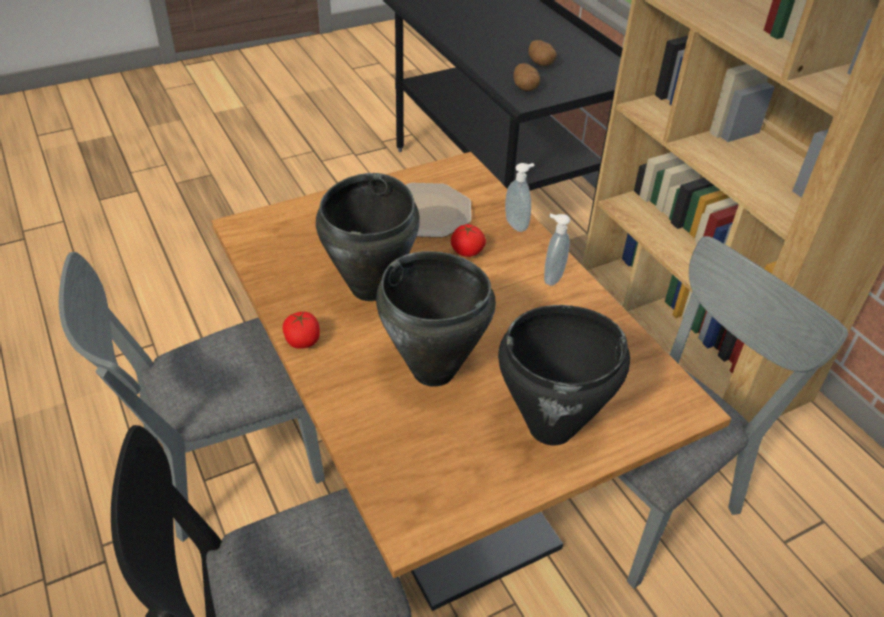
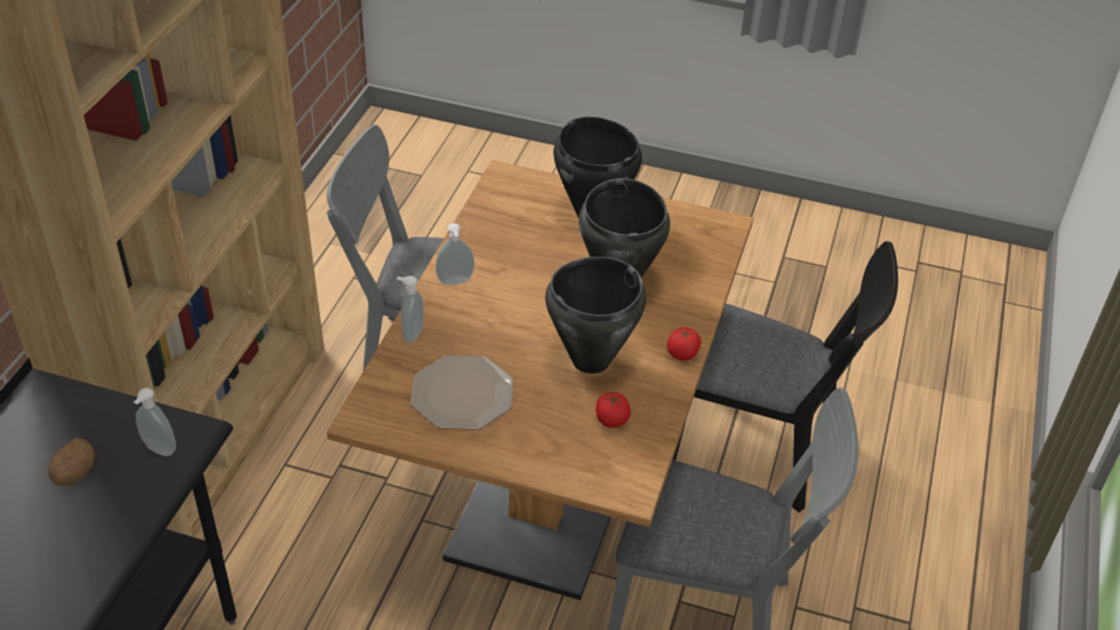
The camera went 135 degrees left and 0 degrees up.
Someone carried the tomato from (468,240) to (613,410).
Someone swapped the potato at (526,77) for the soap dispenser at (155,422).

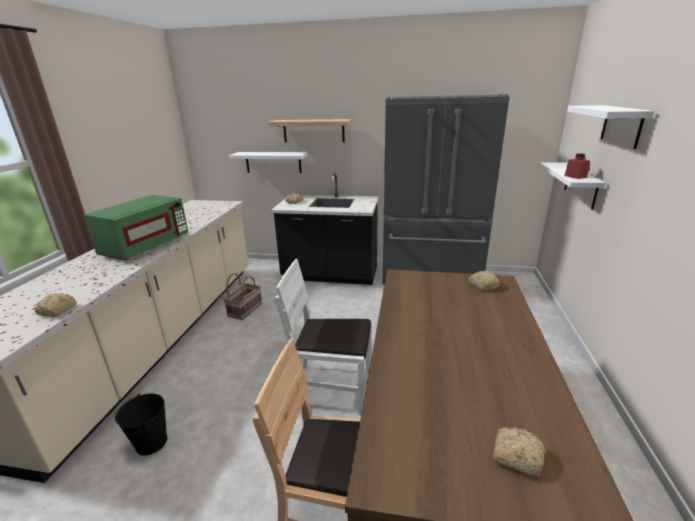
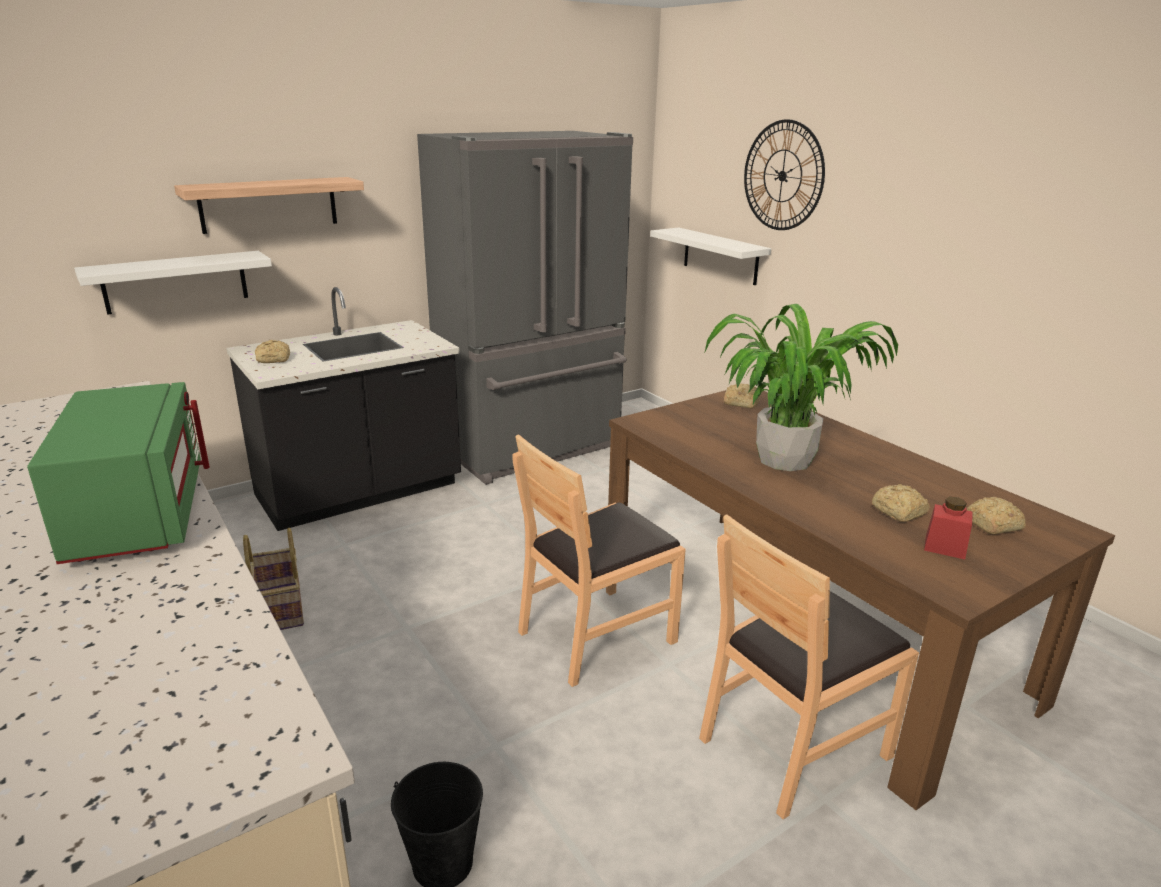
The camera went 45 degrees left and 0 degrees up.
Someone carried the bread from (56,305) to (901,503).
Someone repainted the white chair at (323,337), which became the brown chair at (599,561).
Someone carried the red jar from (577,166) to (948,528).
Someone swapped the white shelf at (610,127) for the wall clock at (784,174).
Someone put down the potted plant at (801,387).

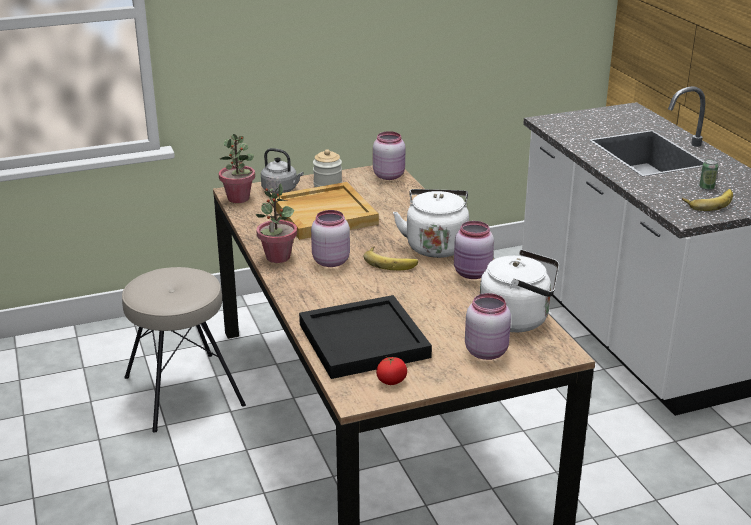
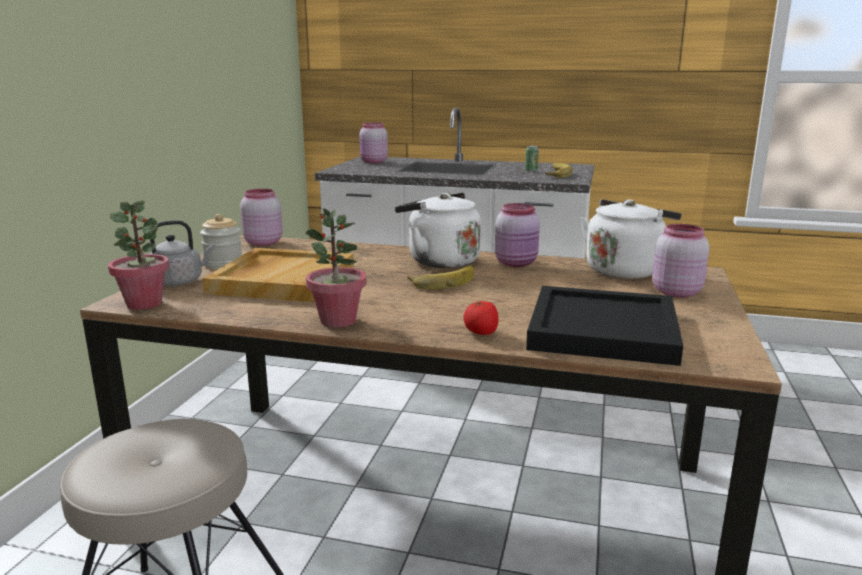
The camera went 55 degrees left and 10 degrees down.
Someone carried the pink jar from (330,238) to (373,143).
Someone carried the tomato from (391,370) to (481,318).

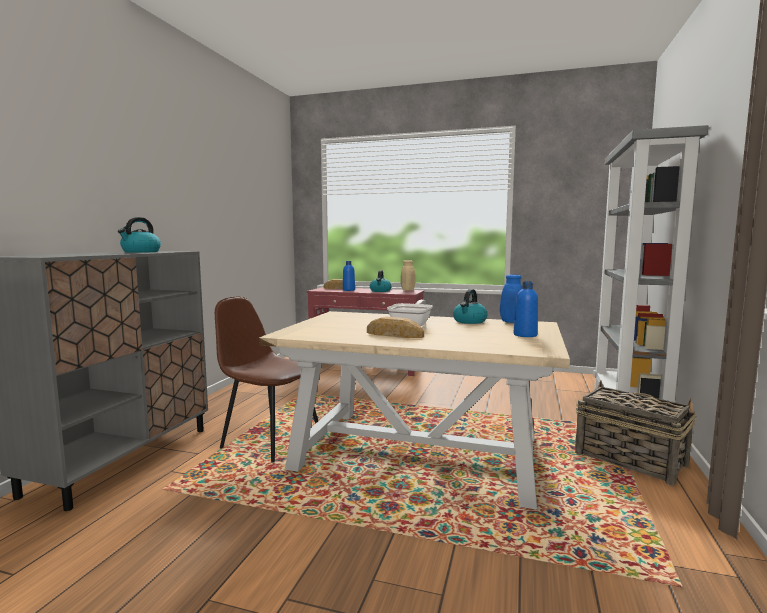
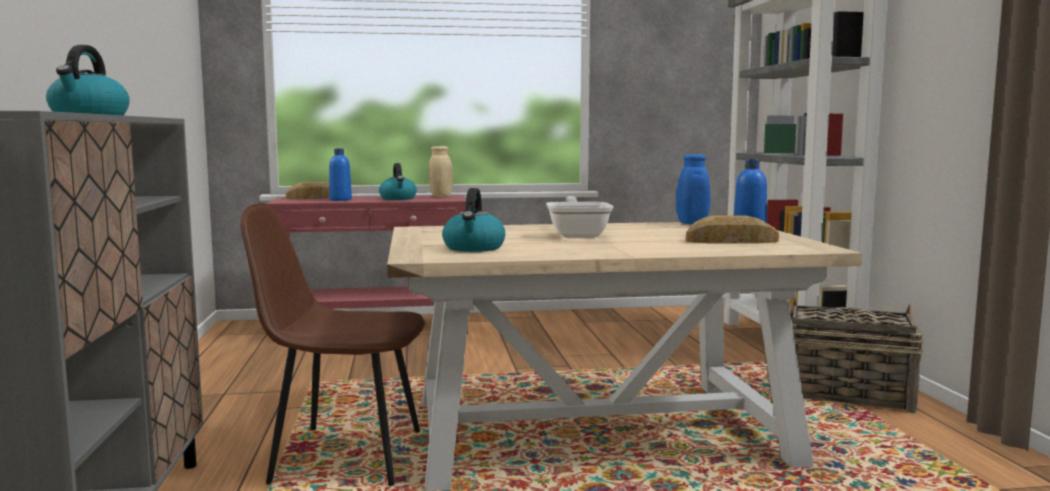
The camera went 25 degrees left and 0 degrees up.
Someone carried the bread from (395,327) to (732,229).
Someone carried the kettle from (470,306) to (473,220).

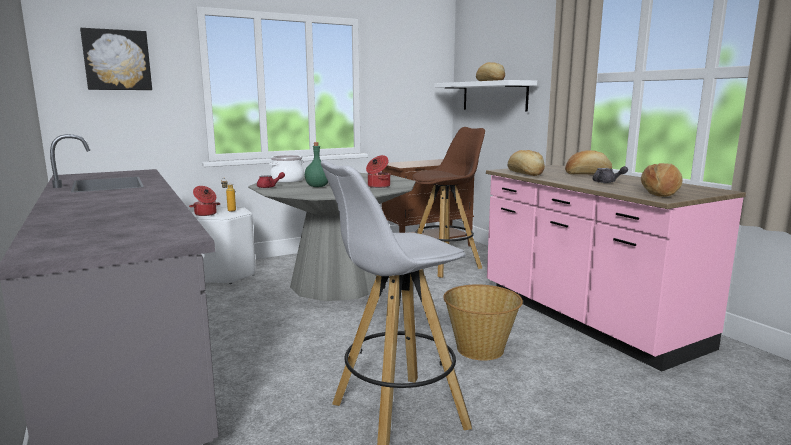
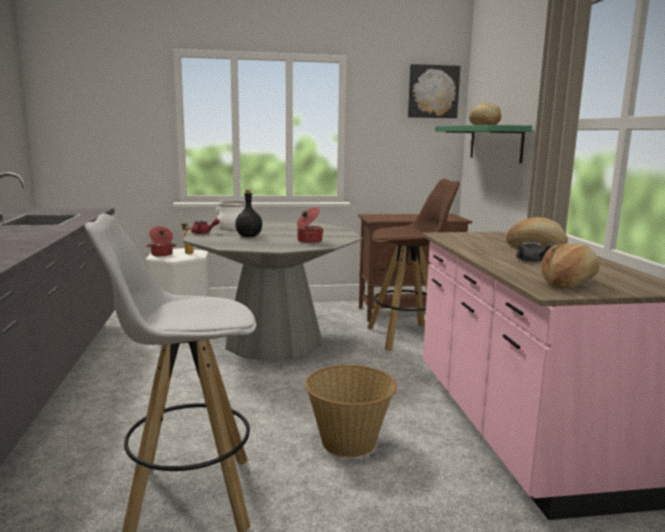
The camera went 20 degrees right and 0 degrees up.
Someone carried the picture from (116,59) to (434,91).
Someone repainted the green bottle at (316,164), which became the black bottle at (248,213).
Someone repainted the white shelf at (485,96), which became the green shelf at (483,144).
Someone took away the bread at (526,163).

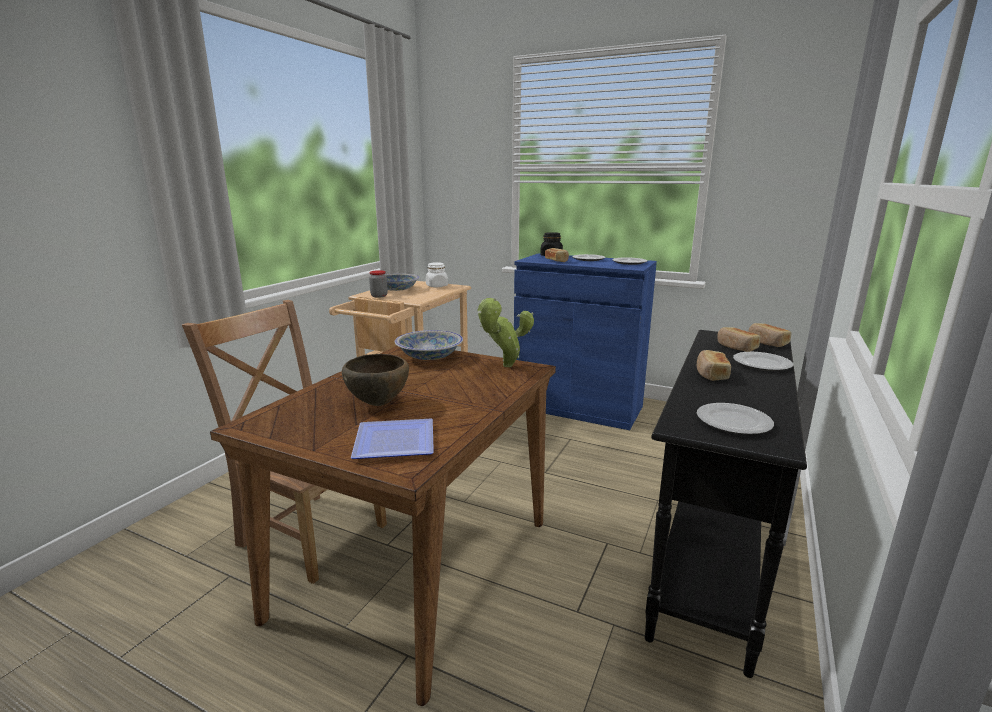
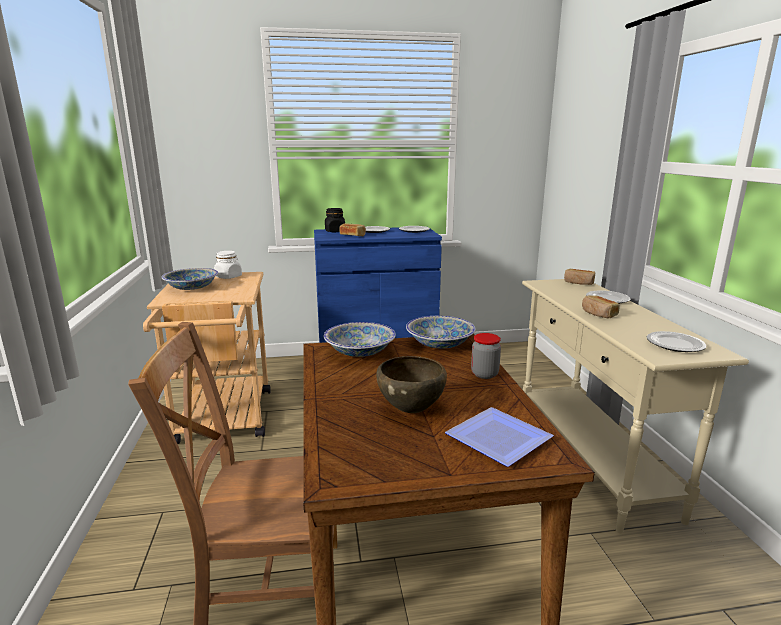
The camera went 35 degrees left and 0 degrees up.
Someone carried the jar from (378,284) to (486,356).
Someone swapped the potted plant at (505,332) for the bowl at (441,332).
Someone repainted the black console table at (726,504), which became the beige console table at (635,406).
Someone took away the bread at (738,339).

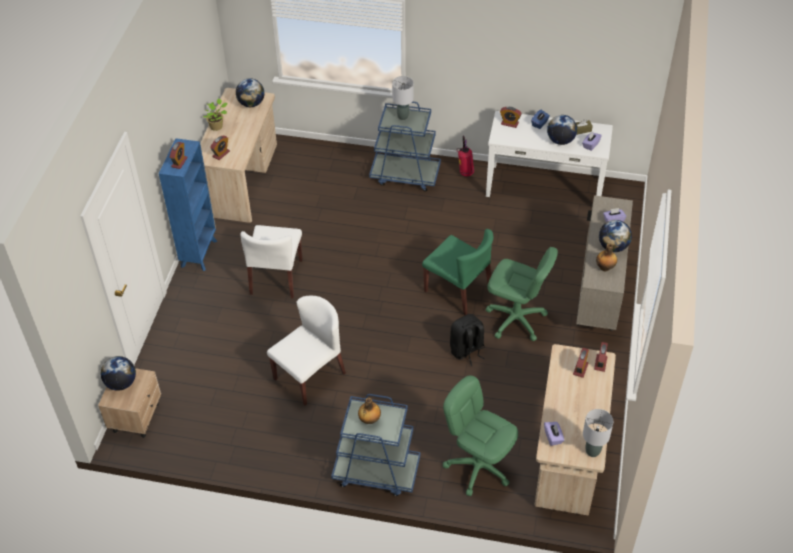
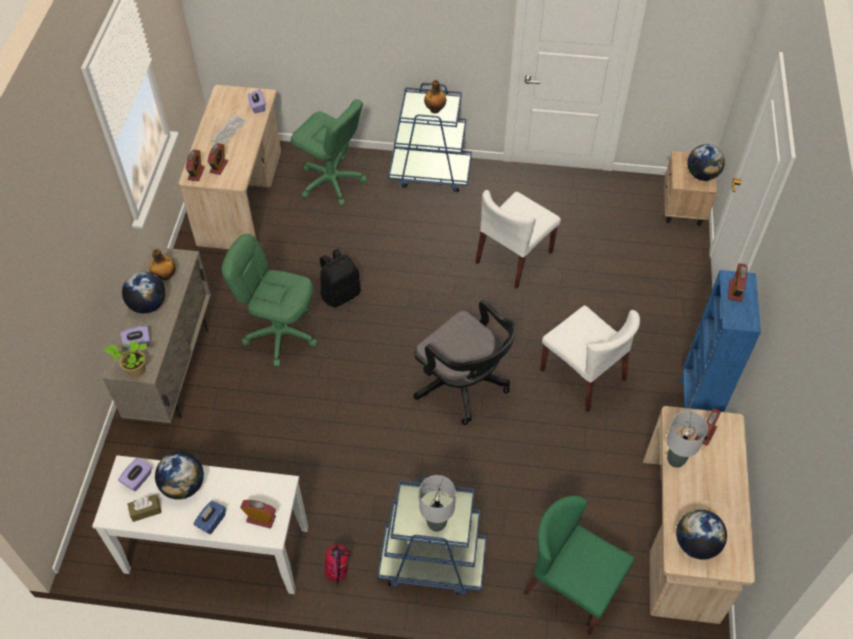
The camera went 175 degrees right and 5 degrees up.
Someone carried the potted plant from (215,114) to (125,359).
Someone rotated the white chair at (271,261) by 135 degrees clockwise.
Someone carried the green chair from (457,272) to (579,565).
Someone carried the grey table lamp from (598,433) to (687,439).
Someone put down the keyboard at (228,129).
Someone put down the black office chair at (464,362).

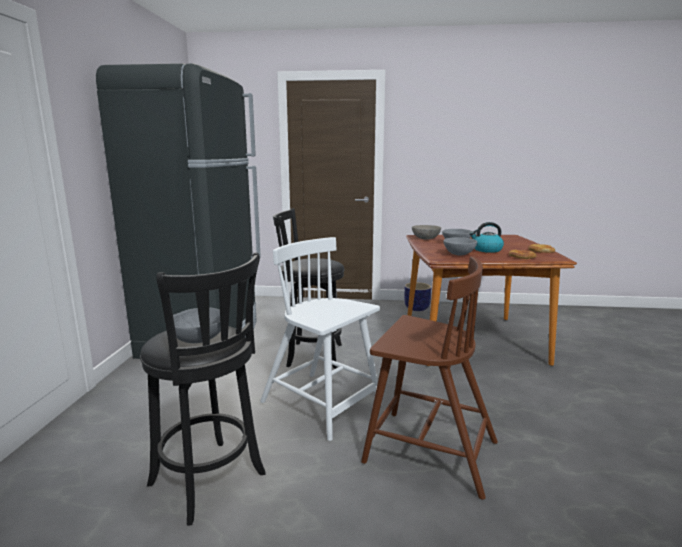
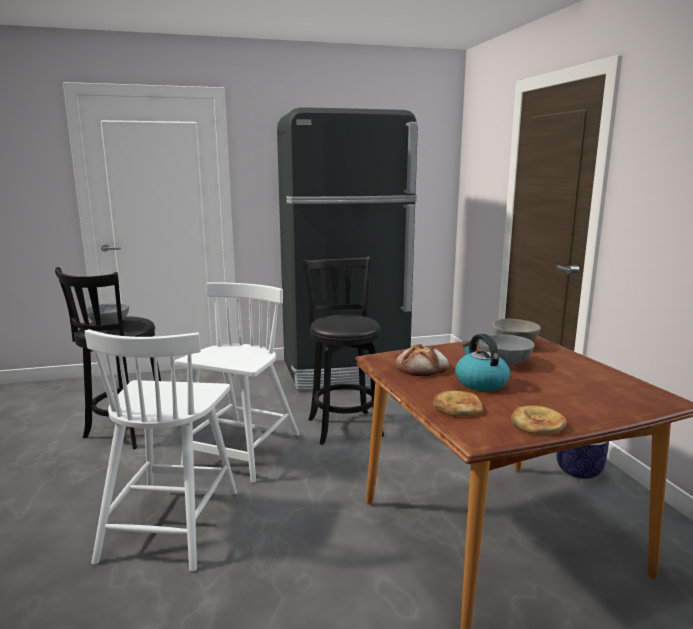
The camera went 70 degrees right and 0 degrees up.
Someone repainted the brown chair at (429,378), which became the white chair at (161,450).
Someone swapped the grey bowl at (460,246) for the bread at (422,360).

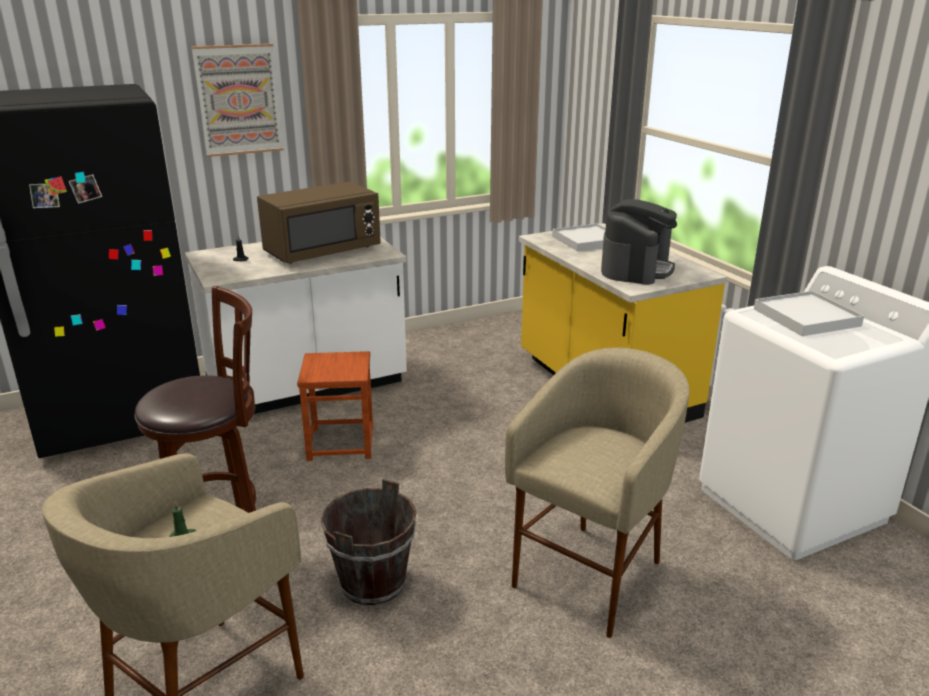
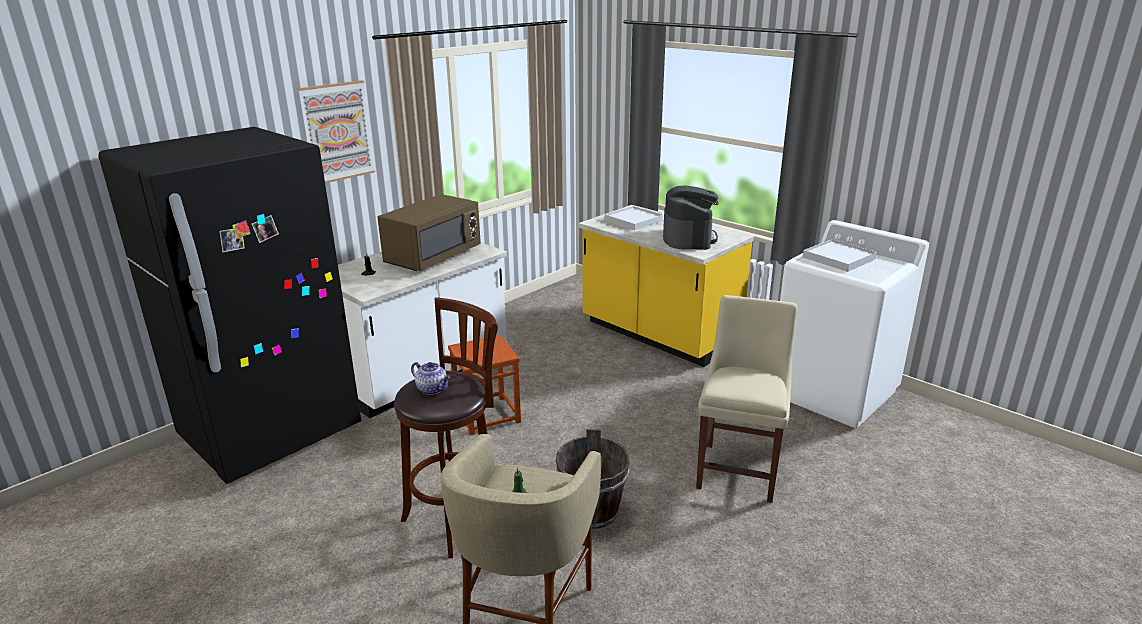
The camera went 20 degrees left and 0 degrees up.
Someone swapped the beige stool at (597,493) for the beige chair at (746,399).
Someone put down the teapot at (430,378).

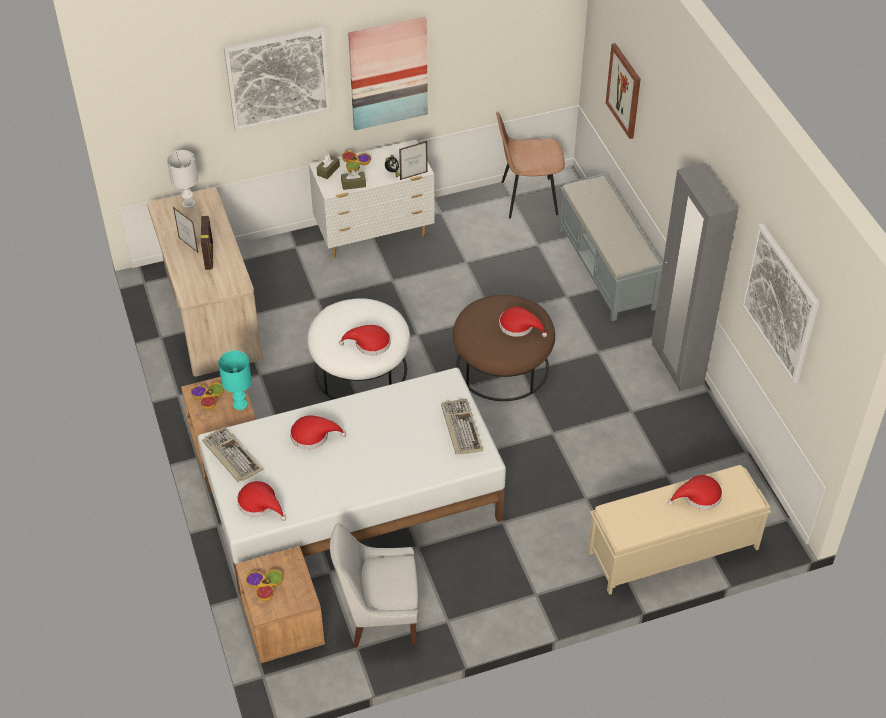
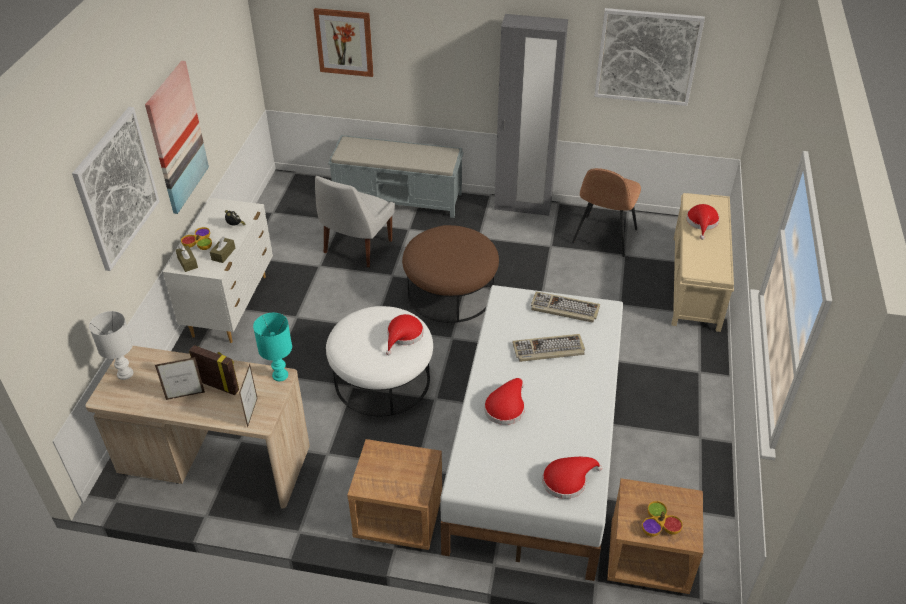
The camera went 60 degrees left and 5 degrees down.
Someone took away the bowl at (207,396).
Someone carried the keyboard from (232,454) to (548,348).
Someone carried the turquoise table lamp from (235,380) to (272,347).
Someone carried the white chair from (374,585) to (355,221).
Someone carried the picture frame from (413,160) to (248,396).
Someone carried the brown chair from (530,165) to (606,212).
Someone took away the red hat at (523,322).

